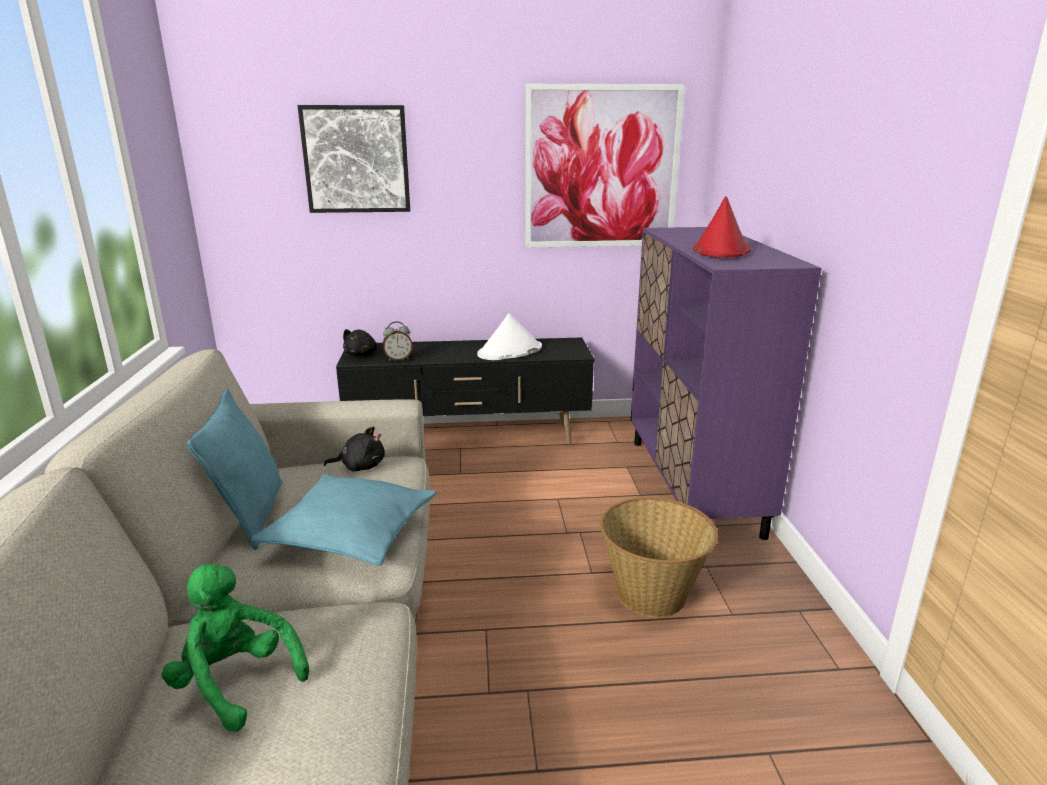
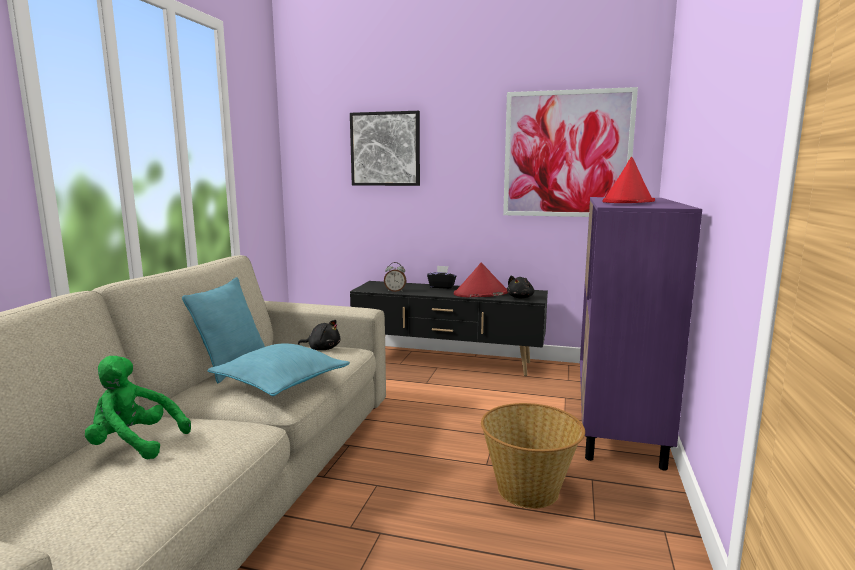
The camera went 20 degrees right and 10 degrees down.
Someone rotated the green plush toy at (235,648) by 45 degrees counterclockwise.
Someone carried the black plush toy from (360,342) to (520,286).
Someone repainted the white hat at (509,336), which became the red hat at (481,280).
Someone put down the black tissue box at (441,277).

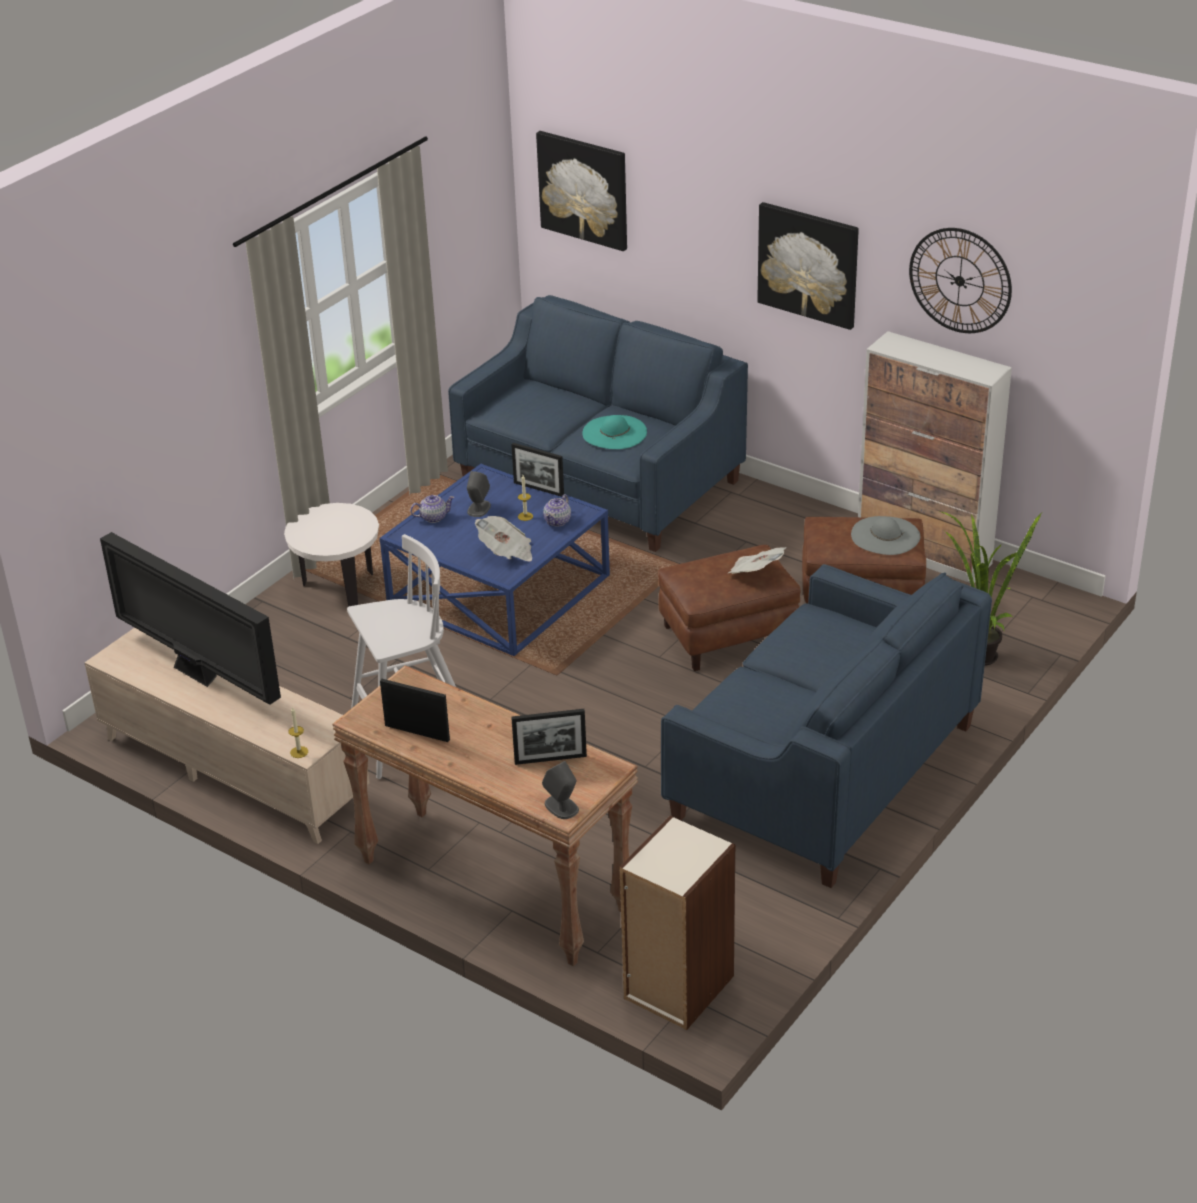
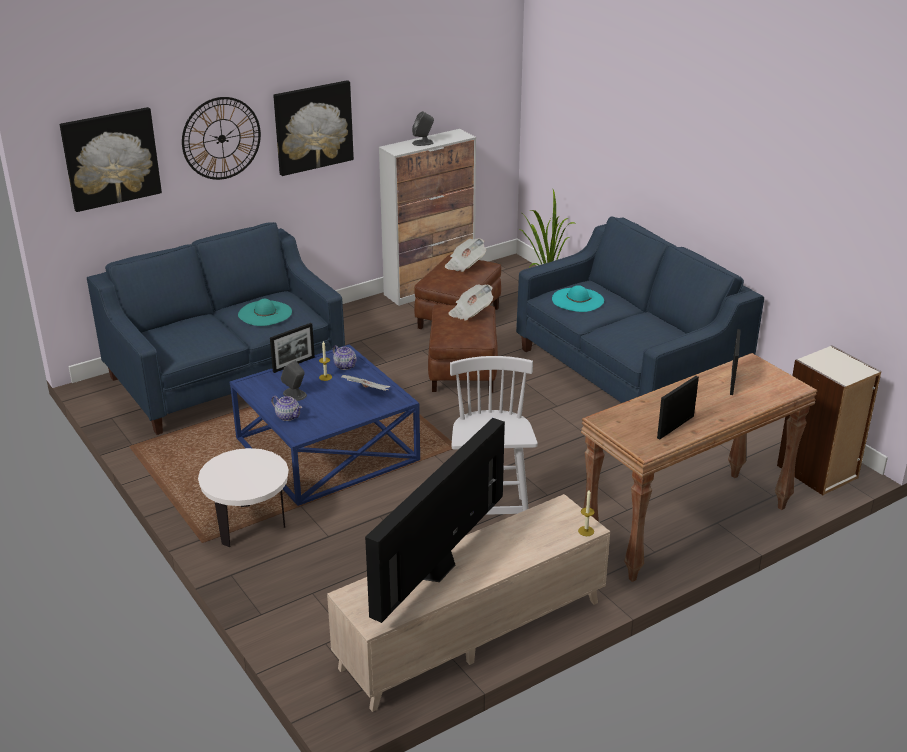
The camera went 70 degrees left and 5 degrees down.
Someone rotated the television at (190,618) by 150 degrees clockwise.
Someone rotated the teapot at (432,509) by 120 degrees clockwise.
Someone carried the grey speaker from (560,790) to (423,128).
Someone swapped the grey hat at (885,535) for the newspaper at (465,255).
Someone carried the wall clock from (960,280) to (221,138).
Someone put down the turquoise hat at (578,298).

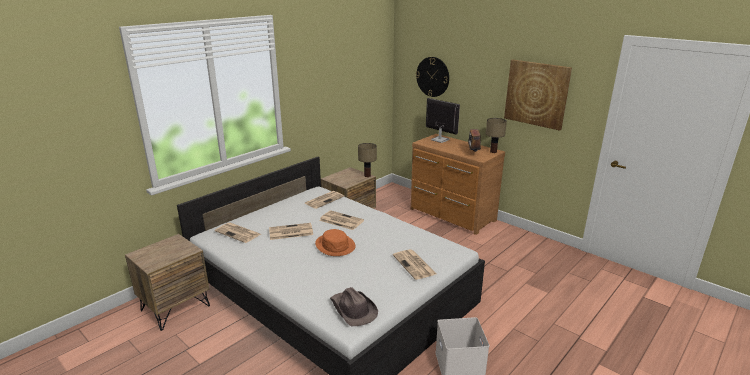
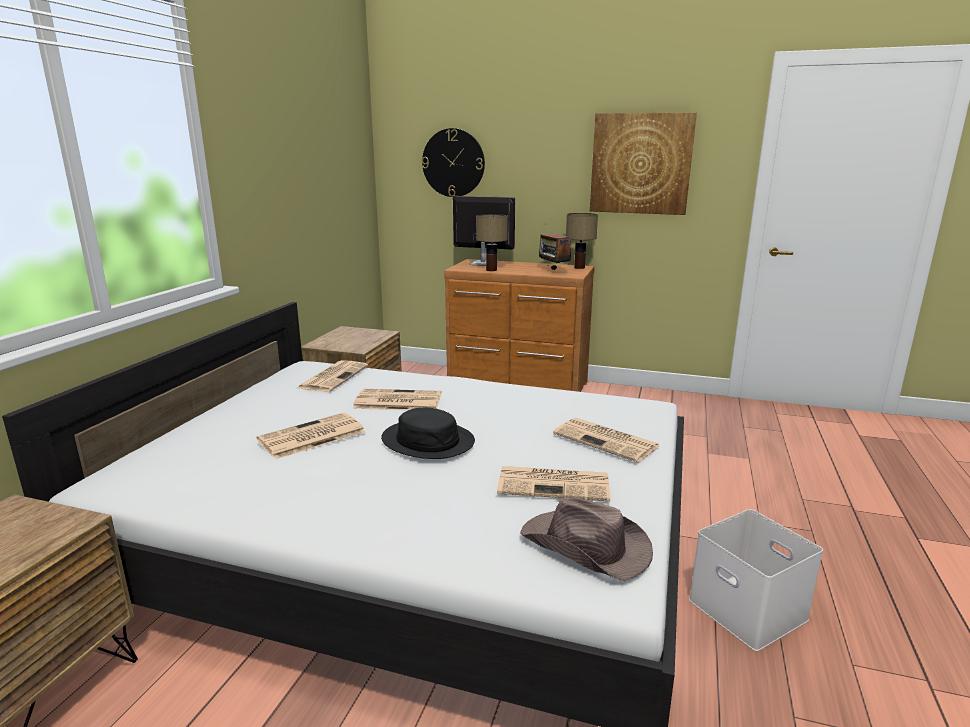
The camera went 25 degrees left and 5 degrees down.
Someone carried the newspaper from (238,233) to (553,483).
Someone repainted the orange hat at (335,242), which became the black hat at (428,433).
Someone carried the table lamp from (367,160) to (492,242).

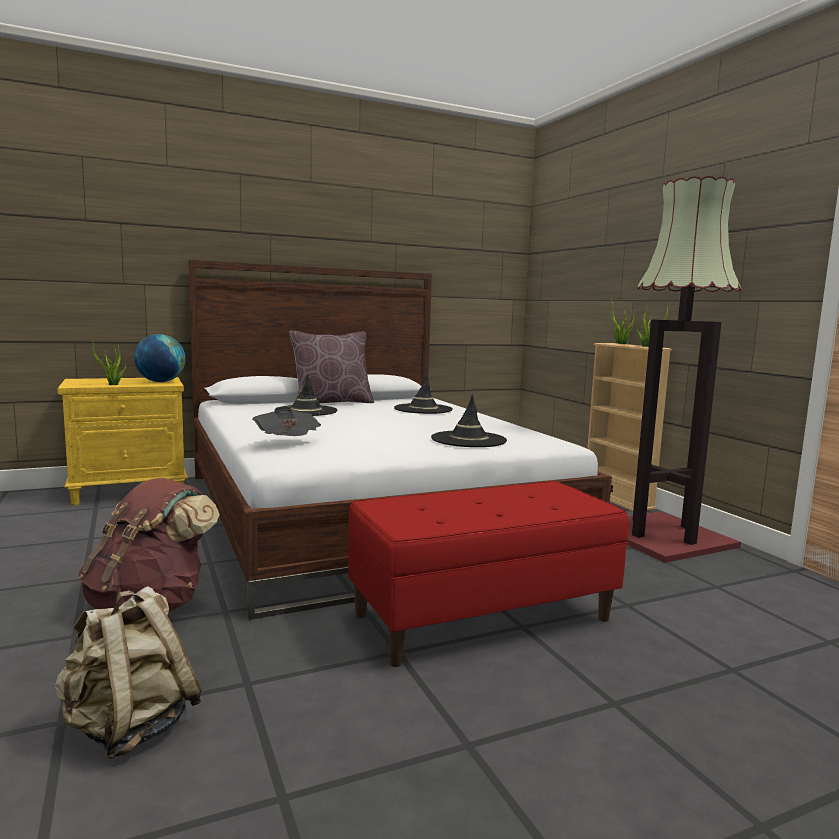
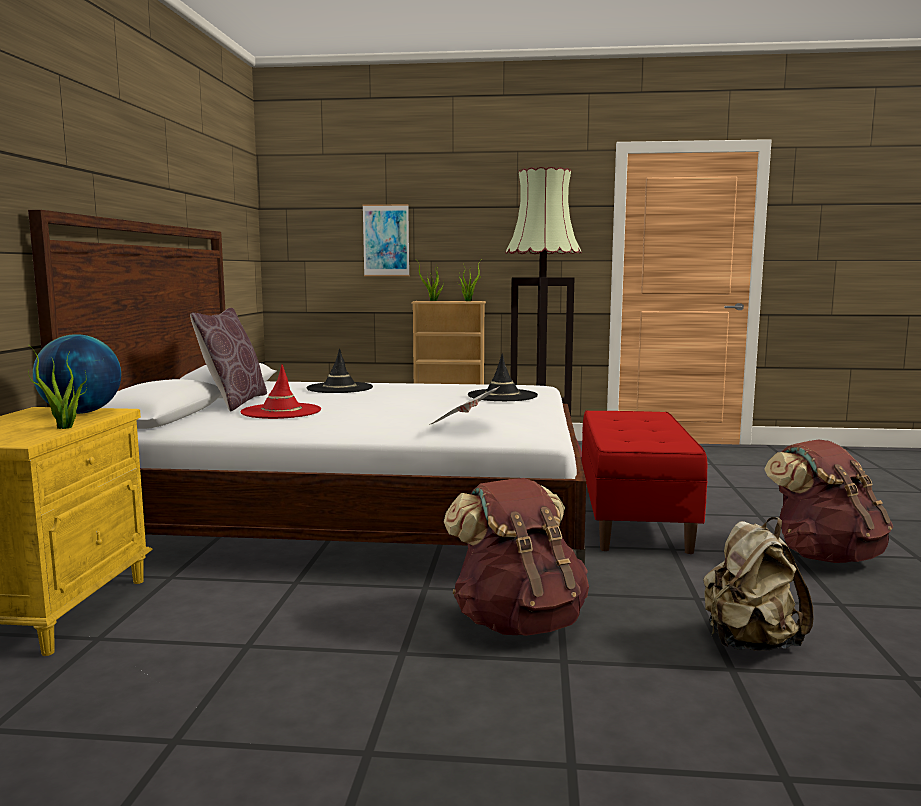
The camera went 60 degrees left and 0 degrees up.
Someone repainted the black hat at (306,395), which became the red hat at (280,391).
Someone put up the picture at (386,240).
Someone put down the brown backpack at (828,501).

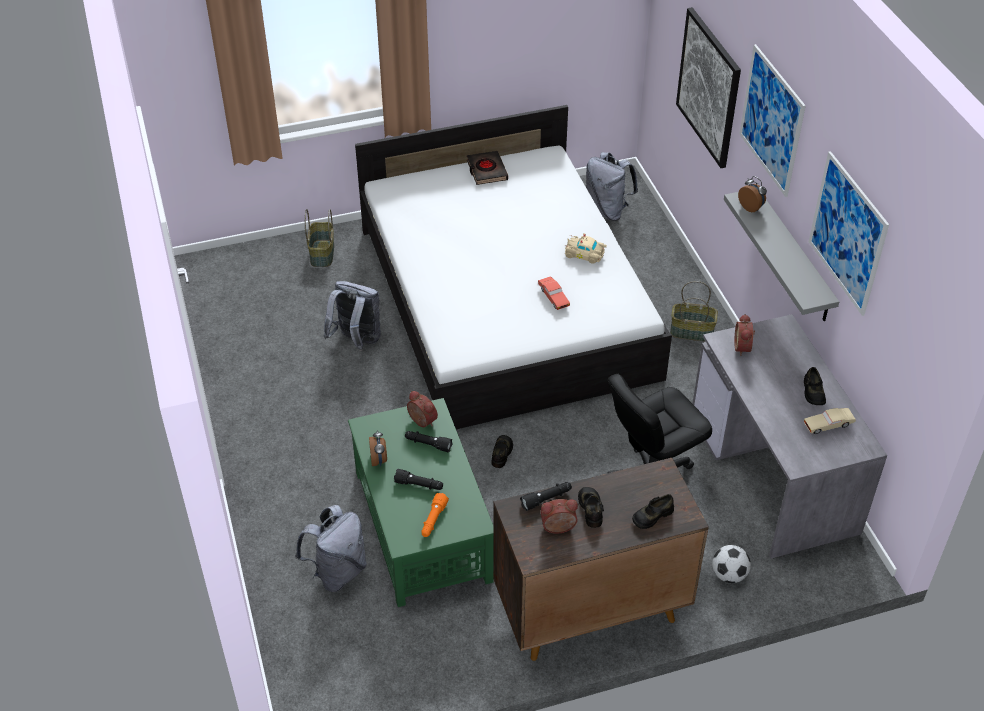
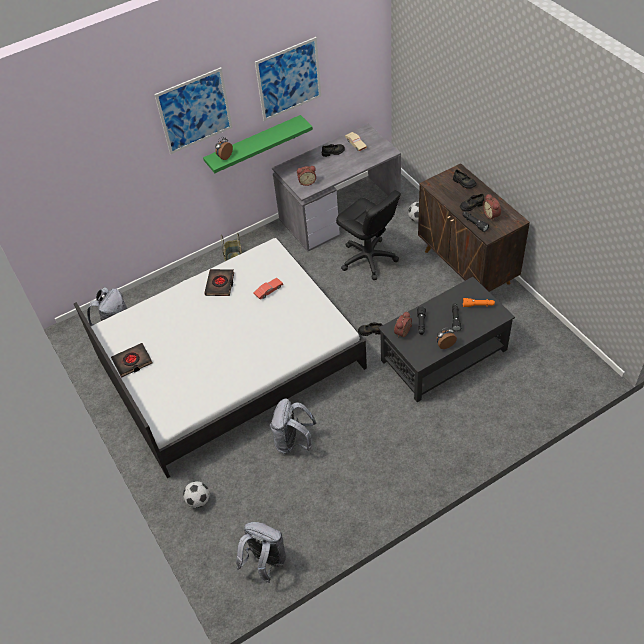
The camera went 100 degrees left and 5 degrees up.
Someone carried the grey backpack from (331,548) to (261,552).
Someone swapped the basket at (319,238) for the football at (196,494).
Someone repainted the green coffee table at (421,502), which became the black coffee table at (447,339).
Someone swapped the beige toy car at (586,248) for the black book at (219,282).
Someone took away the picture at (708,87).
Someone repainted the grey shelf at (781,256), which became the green shelf at (258,144).

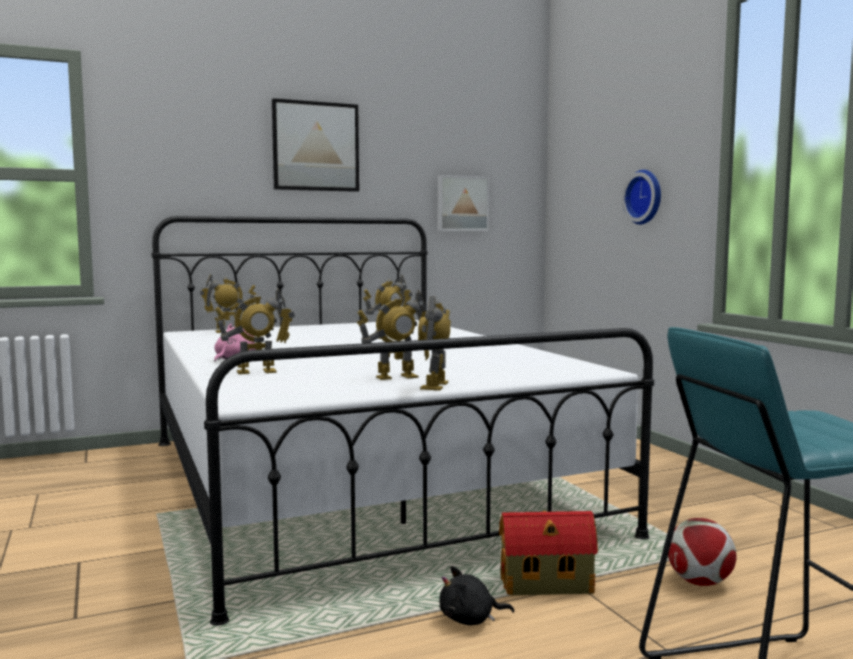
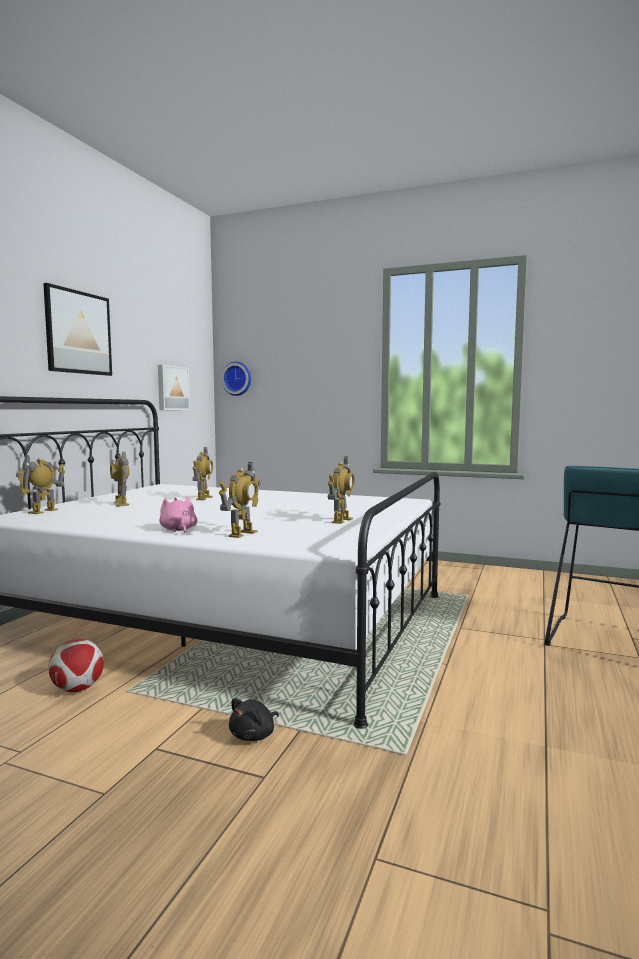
The camera went 45 degrees left and 0 degrees up.
Someone carried the toy robot from (434,343) to (119,479).
Someone carried the black plush toy from (476,595) to (254,719).
Someone took away the toy house at (548,553).
Someone carried the wall clock from (641,197) to (236,379).
Someone carried the football from (702,552) to (76,665).

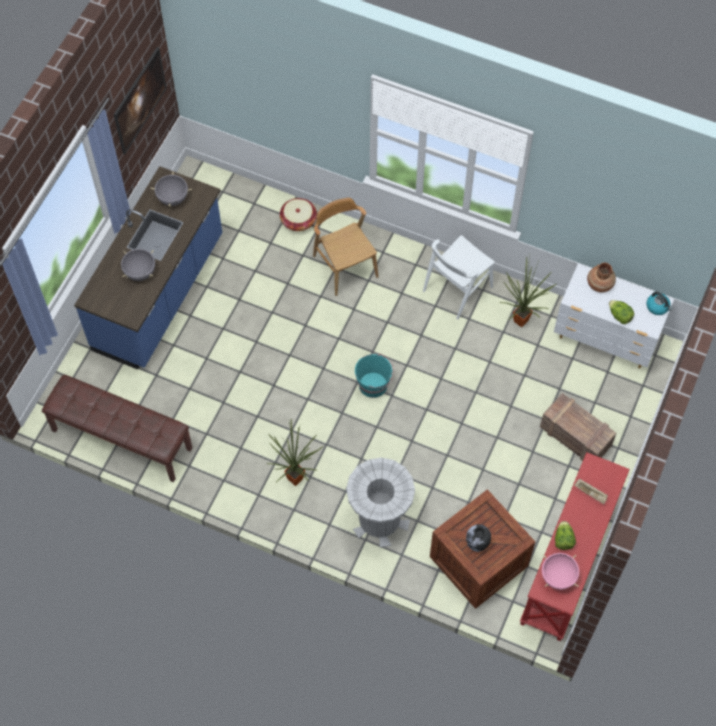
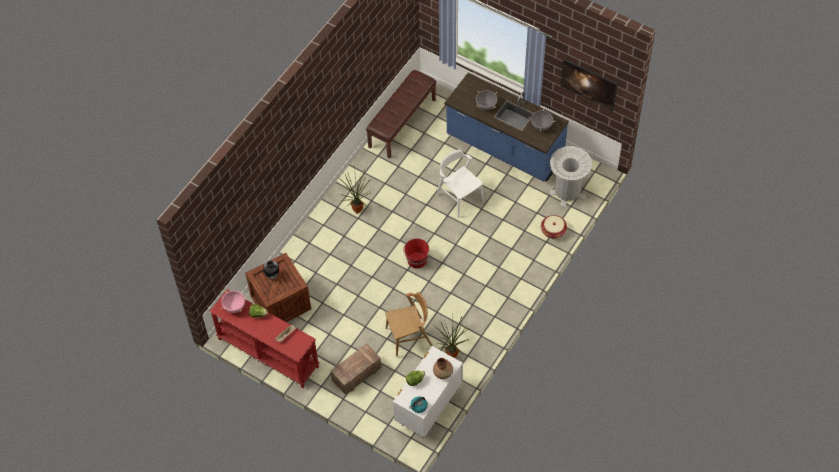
The camera went 100 degrees right and 5 degrees down.
Someone carried the brown chair from (345,247) to (408,324).
Someone carried the grey trash can from (380,502) to (570,177).
Someone repainted the turquoise bucket at (374,376), which became the red bucket at (416,253).
Someone carried the white chair from (459,277) to (460,183).

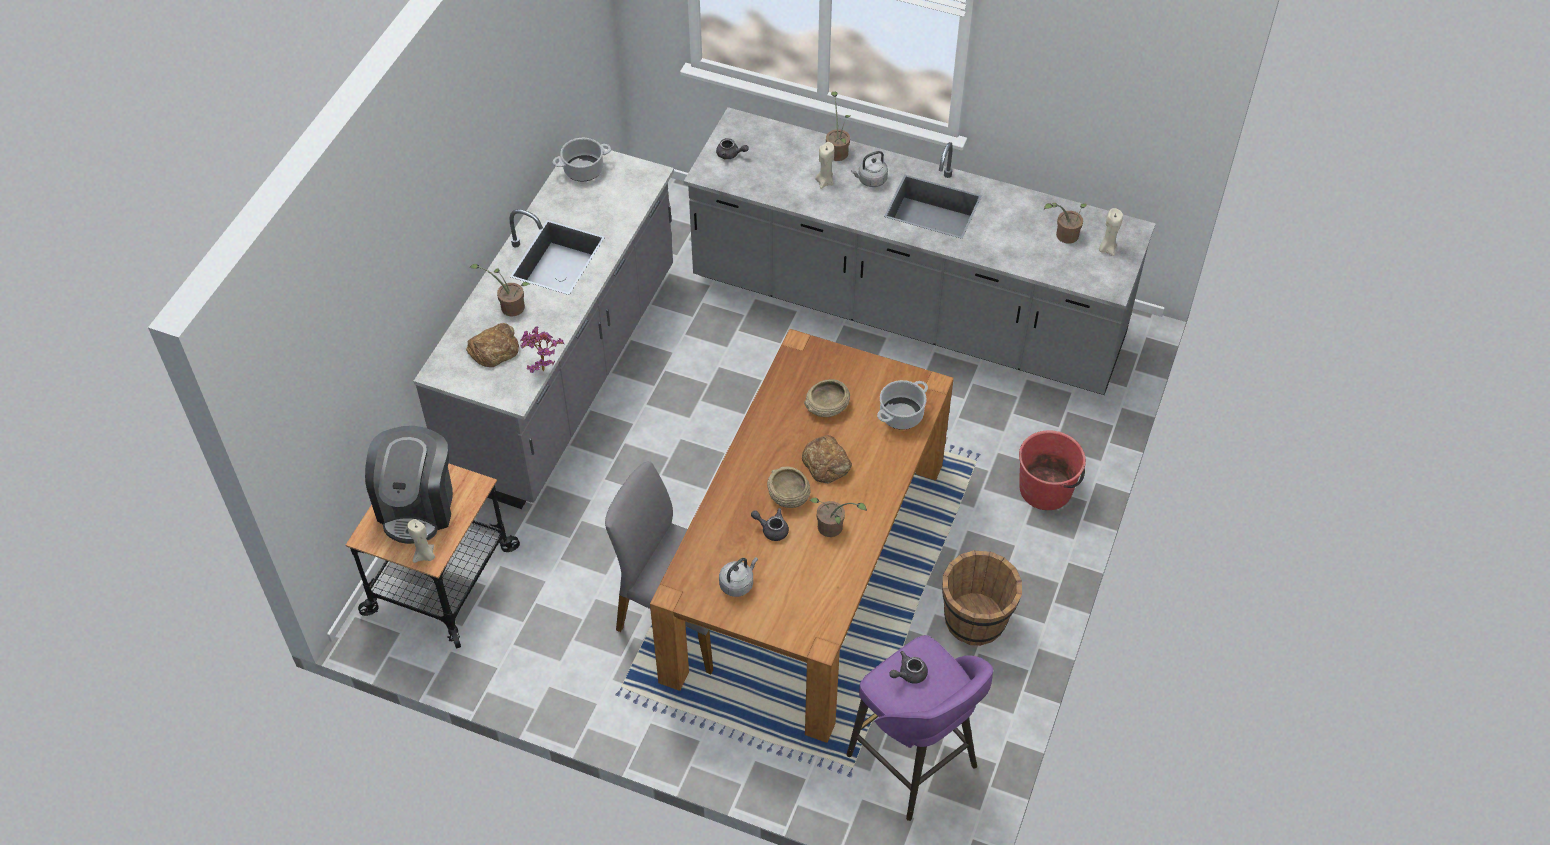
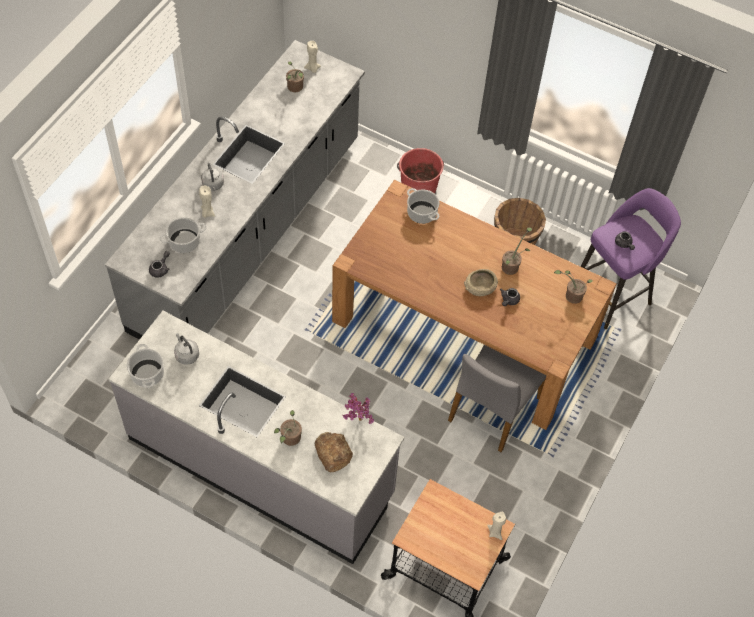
The camera went 85 degrees left and 5 degrees up.
Someone took away the coffee machine at (409,485).
Someone carried the grey kettle from (738,577) to (186,349).
Someone took away the bread at (827,459).
Someone took away the beige bowl at (827,398).
Someone carried the potted plant from (838,126) to (573,287).
Someone put down the cooking pot at (183,235).

